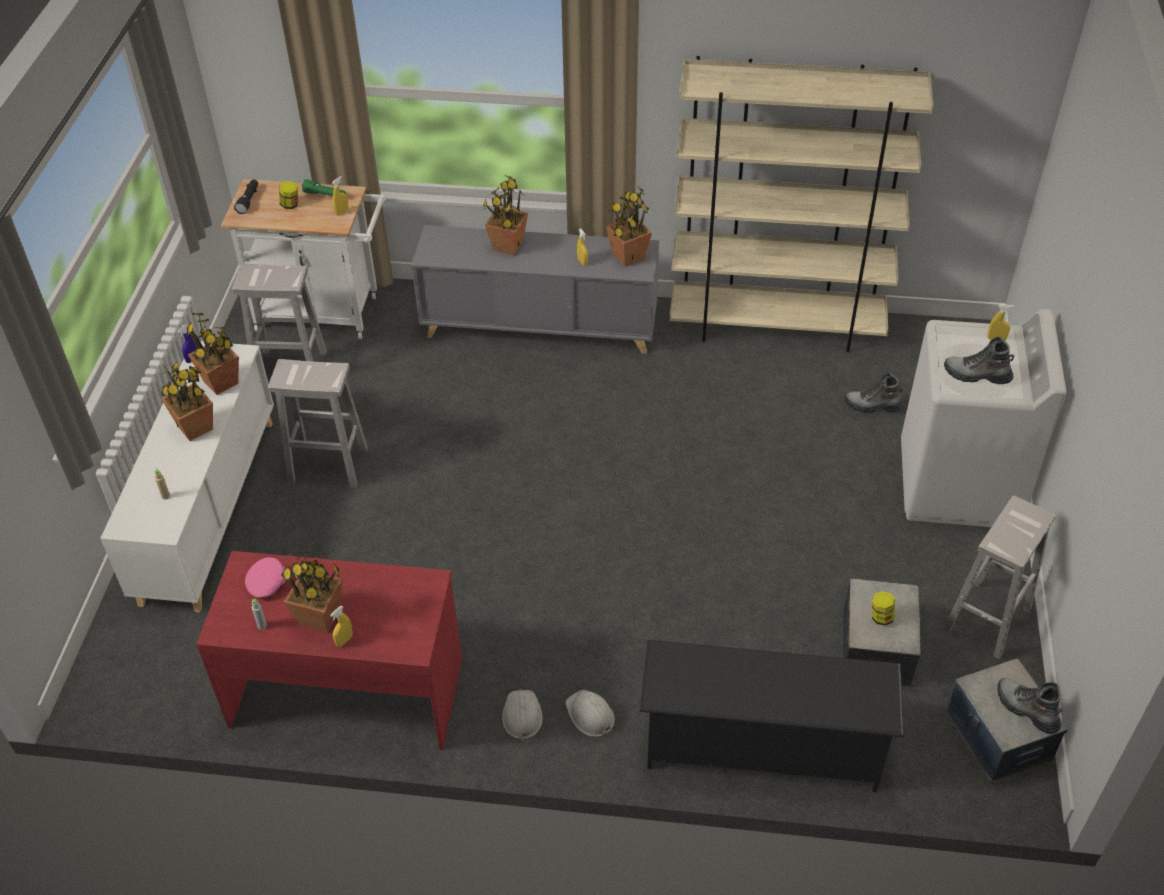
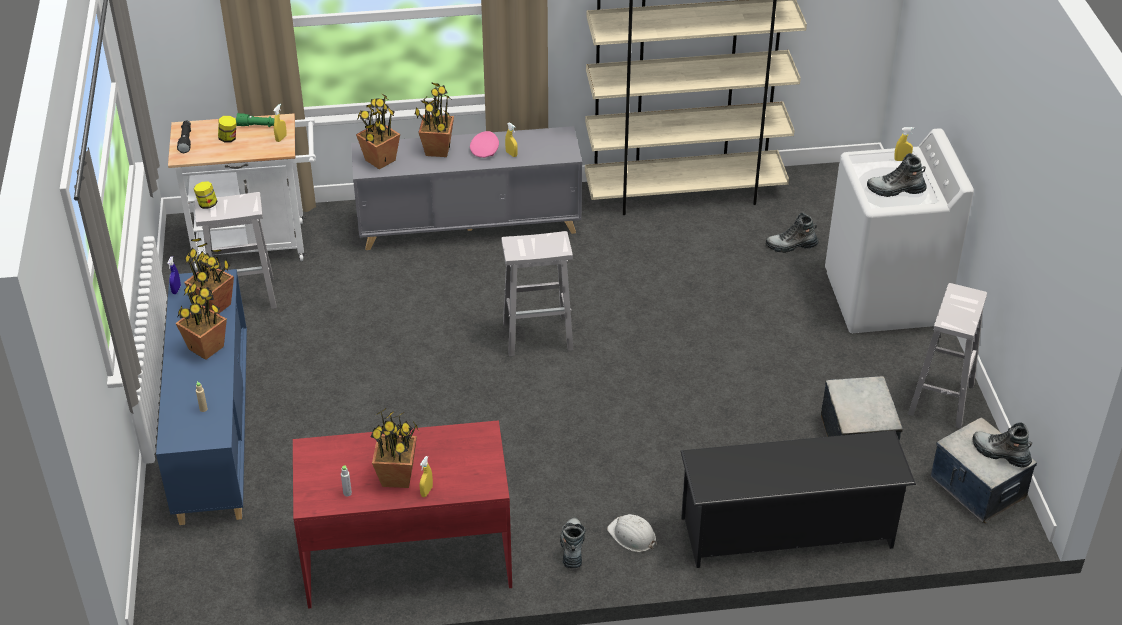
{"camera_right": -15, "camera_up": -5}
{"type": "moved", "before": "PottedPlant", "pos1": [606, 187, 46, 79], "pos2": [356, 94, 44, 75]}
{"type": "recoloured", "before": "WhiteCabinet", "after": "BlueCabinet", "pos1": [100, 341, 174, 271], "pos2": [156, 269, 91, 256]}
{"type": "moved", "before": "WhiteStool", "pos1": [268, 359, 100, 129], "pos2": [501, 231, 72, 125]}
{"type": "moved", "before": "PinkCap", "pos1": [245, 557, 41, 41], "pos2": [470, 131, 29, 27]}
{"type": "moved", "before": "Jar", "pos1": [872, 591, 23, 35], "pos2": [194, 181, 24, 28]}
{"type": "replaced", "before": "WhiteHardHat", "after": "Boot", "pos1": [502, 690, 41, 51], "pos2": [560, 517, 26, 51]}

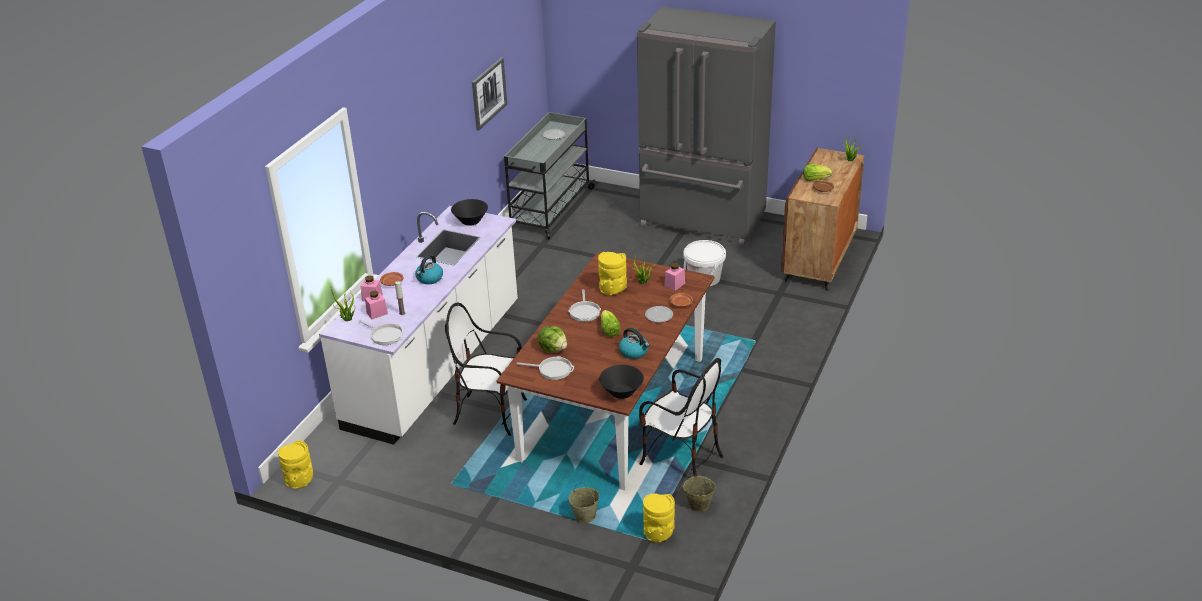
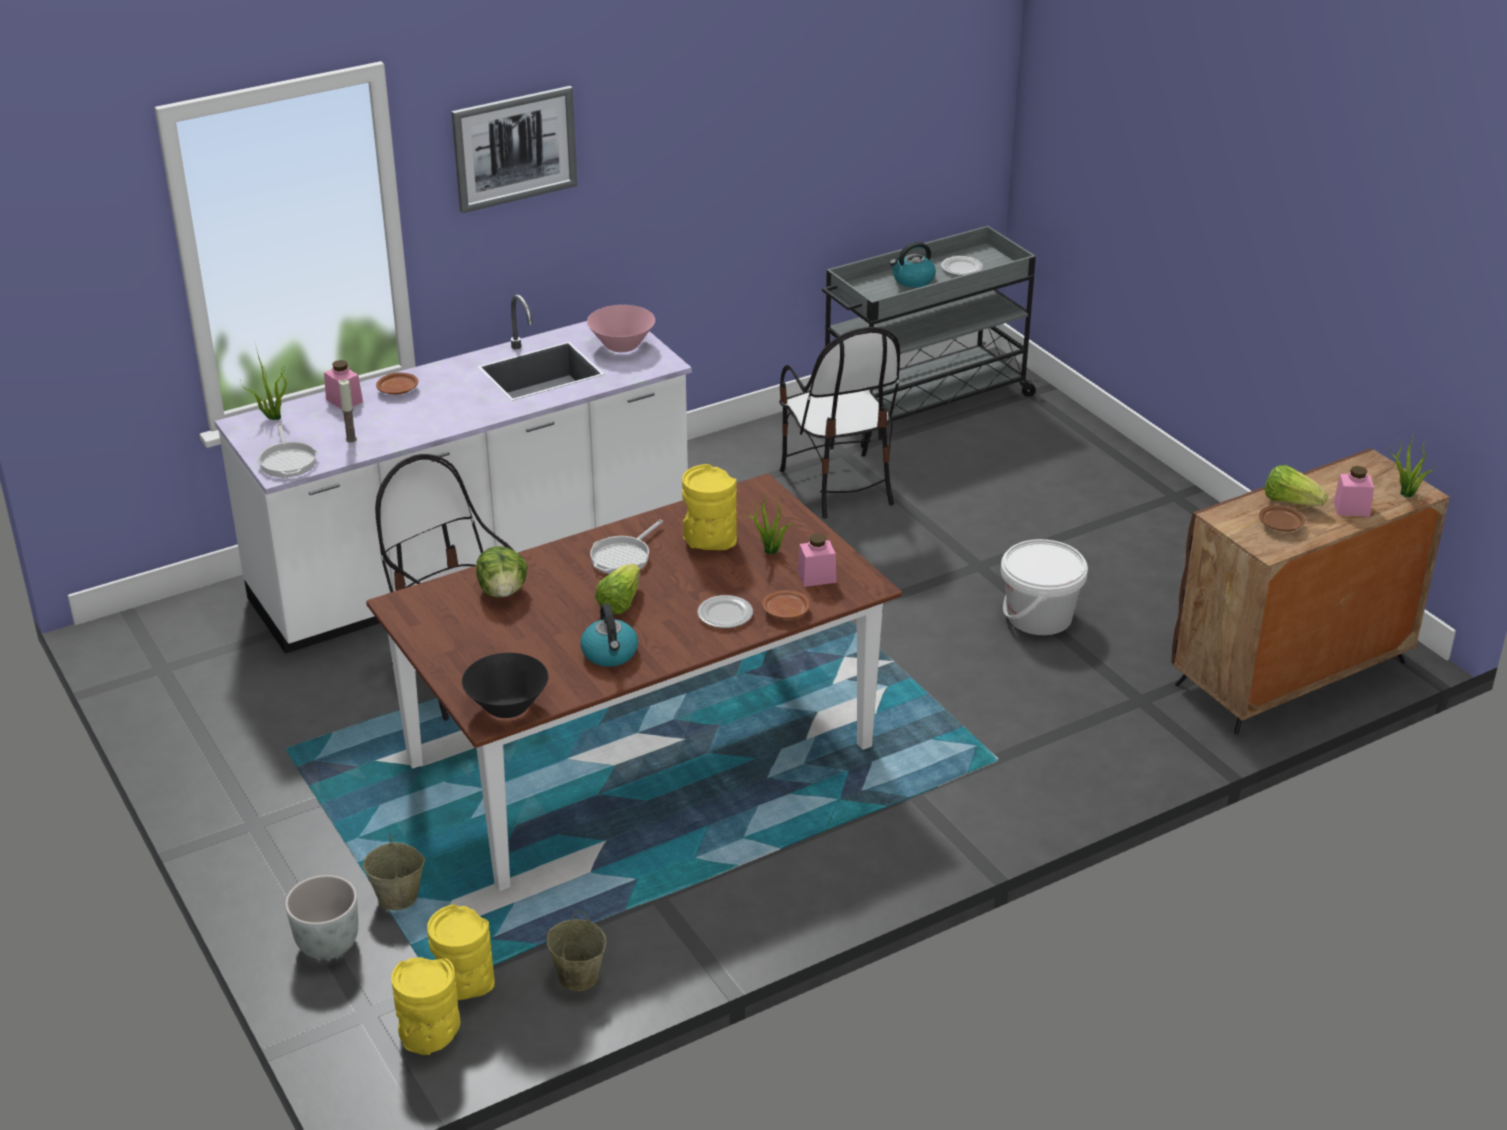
{"camera_right": 35, "camera_up": 0}
{"type": "removed", "before": "GreyFridge", "pos1": [637, 6, 139, 240]}
{"type": "moved", "before": "Picture", "pos1": [472, 57, 35, 74], "pos2": [452, 86, 126, 127]}
{"type": "recoloured", "before": "BlackBowl", "after": "PinkBowl", "pos1": [451, 199, 37, 27], "pos2": [587, 305, 68, 47]}
{"type": "moved", "before": "Kettle", "pos1": [415, 254, 28, 30], "pos2": [890, 242, 46, 46]}
{"type": "moved", "before": "PinkJar", "pos1": [365, 291, 23, 29], "pos2": [1334, 466, 40, 51]}
{"type": "removed", "before": "FryingPan", "pos1": [517, 356, 57, 24]}
{"type": "moved", "before": "Chair", "pos1": [639, 358, 84, 118], "pos2": [779, 327, 121, 192]}
{"type": "moved", "before": "YellowVase", "pos1": [278, 440, 35, 49], "pos2": [391, 957, 69, 98]}
{"type": "added", "after": "GreyPlanter", "pos2": [285, 875, 73, 85]}

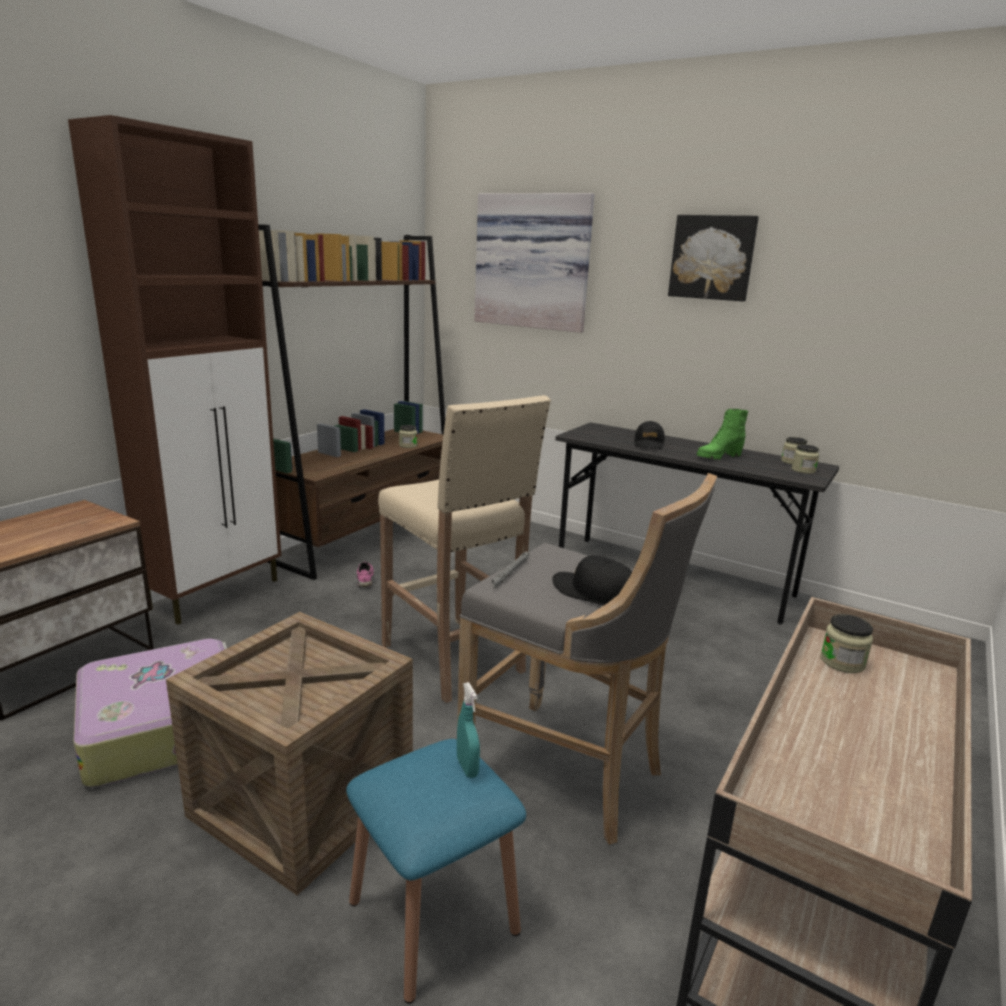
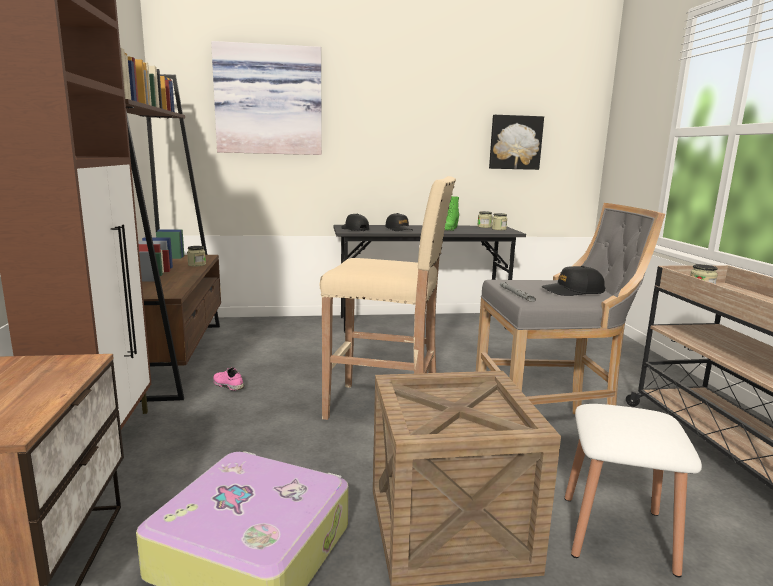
{"camera_right": -40, "camera_up": -5}
{"type": "moved", "before": "Picture", "pos1": [668, 215, 91, 86], "pos2": [489, 115, 55, 55]}
{"type": "removed", "before": "TurquoiseSprayBottle", "pos1": [457, 682, 23, 96]}
{"type": "recoloured", "before": "BlueStool", "after": "WhiteStool", "pos1": [346, 739, 180, 265], "pos2": [565, 404, 137, 173]}
{"type": "added", "after": "BlackCap", "pos2": [341, 214, 28, 17]}

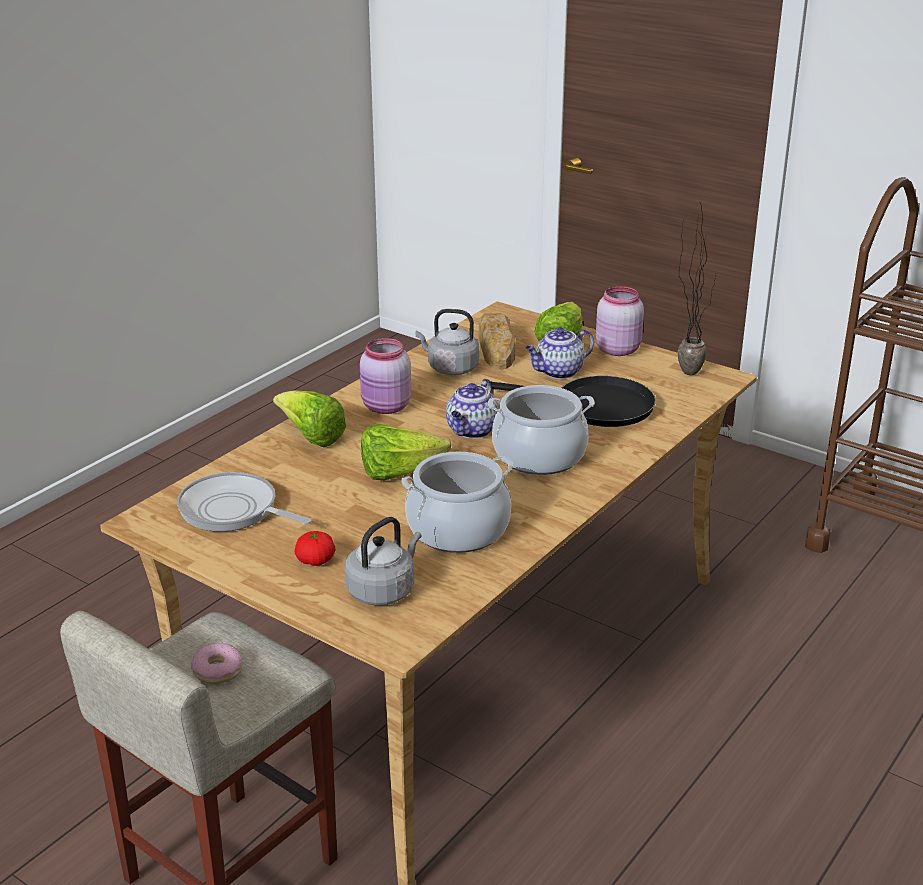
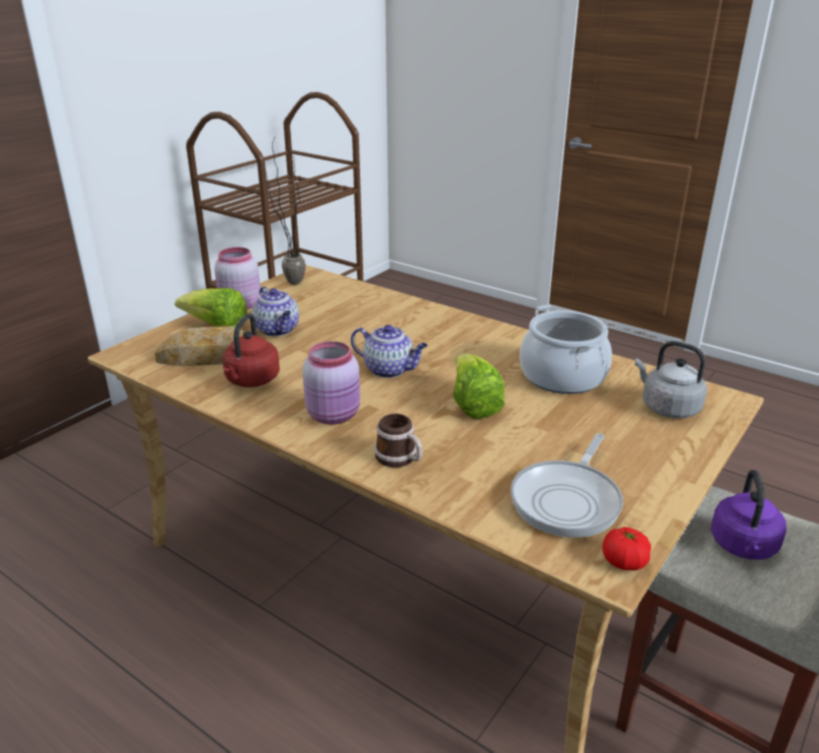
{"camera_right": -90, "camera_up": 0}
{"type": "recoloured", "before": "GreyKettle", "after": "RedKettle", "pos1": [415, 309, 64, 66], "pos2": [222, 313, 58, 74]}
{"type": "removed", "before": "BlackFryingPan", "pos1": [491, 376, 165, 51]}
{"type": "removed", "before": "CookingPot", "pos1": [488, 385, 107, 90]}
{"type": "replaced", "before": "Lettuce", "after": "Mug", "pos1": [273, 390, 73, 57], "pos2": [375, 414, 47, 53]}
{"type": "moved", "before": "Tomato", "pos1": [295, 531, 40, 35], "pos2": [603, 527, 48, 44]}
{"type": "replaced", "before": "Donut", "after": "PurpleKettle", "pos1": [191, 643, 52, 41], "pos2": [711, 470, 76, 90]}

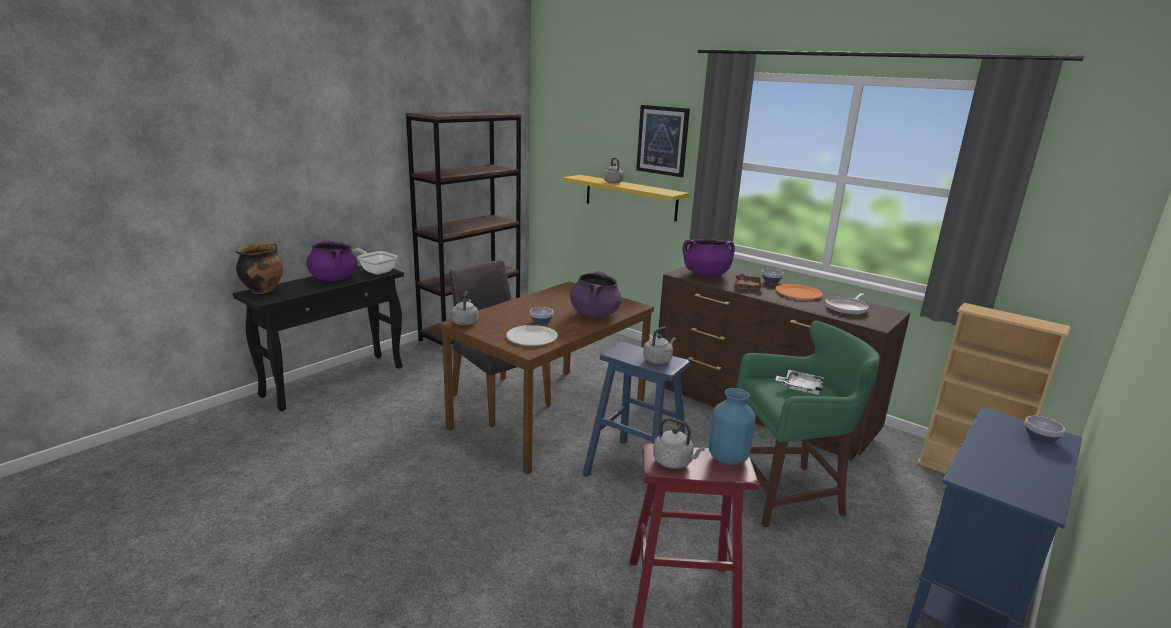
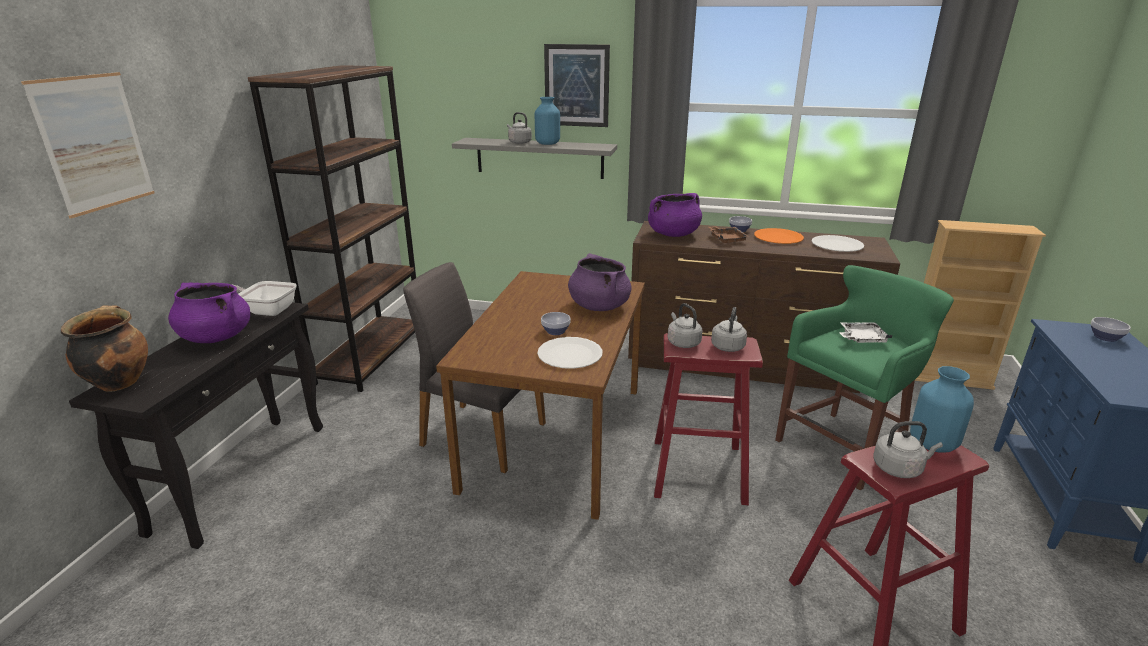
{"camera_right": -25, "camera_up": 5}
{"type": "recoloured", "before": "YellowShelf", "after": "GreyShelf", "pos1": [562, 175, 127, 46], "pos2": [452, 138, 165, 41]}
{"type": "moved", "before": "GreyKettle", "pos1": [451, 291, 27, 35], "pos2": [668, 303, 35, 45]}
{"type": "replaced", "before": "FryingPan", "after": "WhitePlate", "pos1": [825, 293, 43, 22], "pos2": [812, 235, 52, 17]}
{"type": "recoloured", "before": "BlueStool", "after": "RedStool", "pos1": [582, 342, 109, 160], "pos2": [654, 333, 109, 172]}
{"type": "added", "after": "Picture", "pos2": [21, 72, 133, 146]}
{"type": "added", "after": "BlueVase", "pos2": [535, 97, 25, 48]}

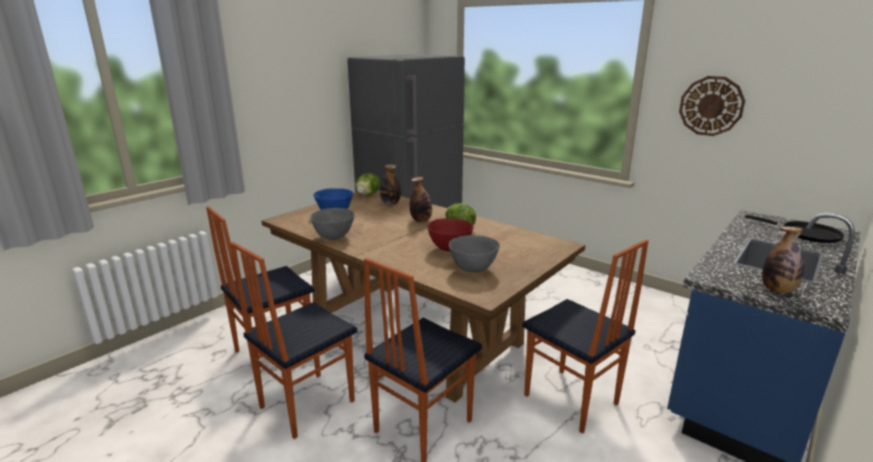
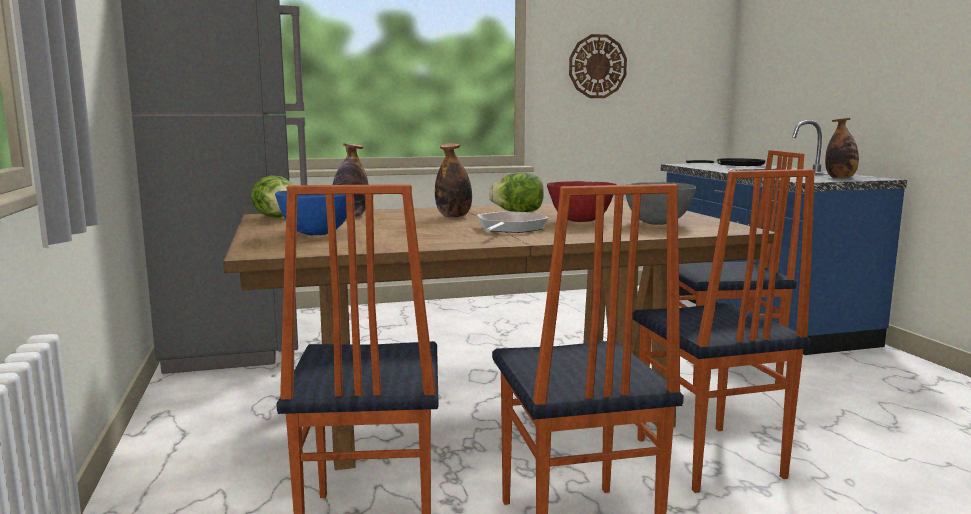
{"camera_right": -55, "camera_up": -10}
{"type": "removed", "before": "GreyBowl", "pos1": [310, 208, 44, 32]}
{"type": "added", "after": "FryingPan", "pos2": [477, 211, 71, 22]}

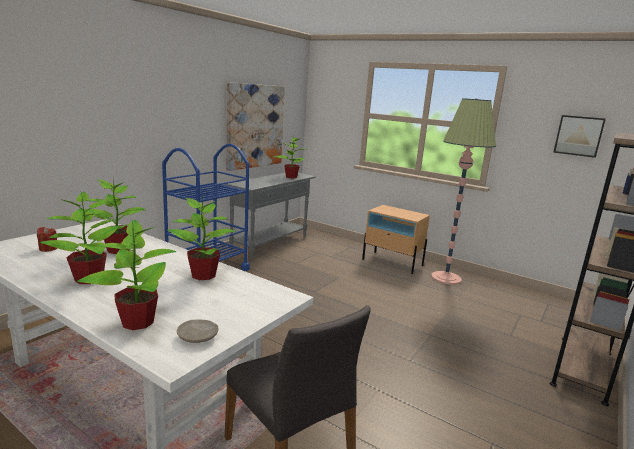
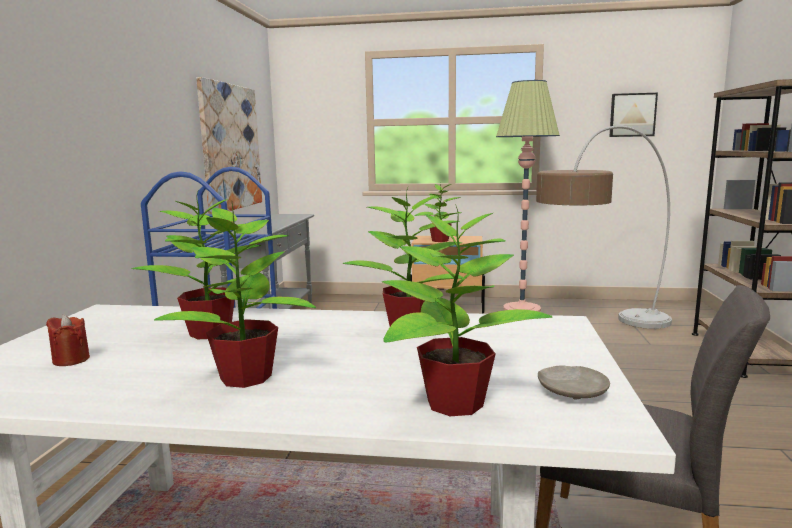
{"camera_right": -25, "camera_up": -5}
{"type": "moved", "before": "PottedPlant", "pos1": [275, 135, 30, 43], "pos2": [415, 182, 46, 60]}
{"type": "added", "after": "FloorLamp", "pos2": [536, 126, 136, 203]}

